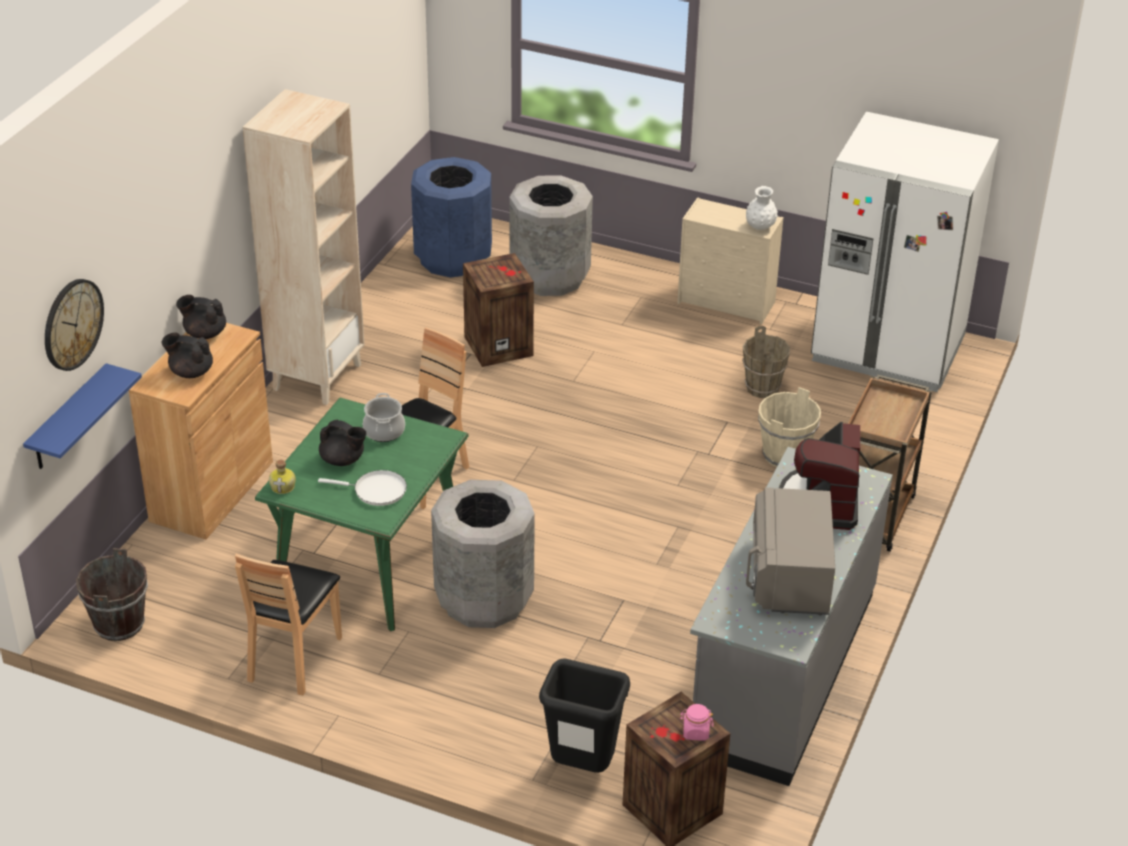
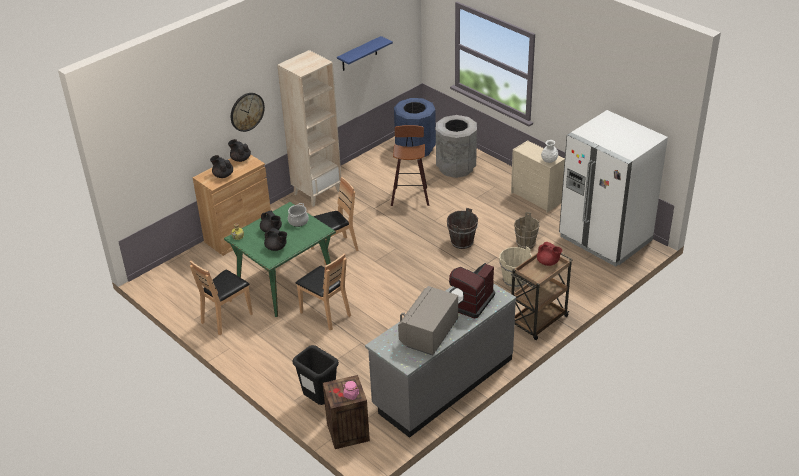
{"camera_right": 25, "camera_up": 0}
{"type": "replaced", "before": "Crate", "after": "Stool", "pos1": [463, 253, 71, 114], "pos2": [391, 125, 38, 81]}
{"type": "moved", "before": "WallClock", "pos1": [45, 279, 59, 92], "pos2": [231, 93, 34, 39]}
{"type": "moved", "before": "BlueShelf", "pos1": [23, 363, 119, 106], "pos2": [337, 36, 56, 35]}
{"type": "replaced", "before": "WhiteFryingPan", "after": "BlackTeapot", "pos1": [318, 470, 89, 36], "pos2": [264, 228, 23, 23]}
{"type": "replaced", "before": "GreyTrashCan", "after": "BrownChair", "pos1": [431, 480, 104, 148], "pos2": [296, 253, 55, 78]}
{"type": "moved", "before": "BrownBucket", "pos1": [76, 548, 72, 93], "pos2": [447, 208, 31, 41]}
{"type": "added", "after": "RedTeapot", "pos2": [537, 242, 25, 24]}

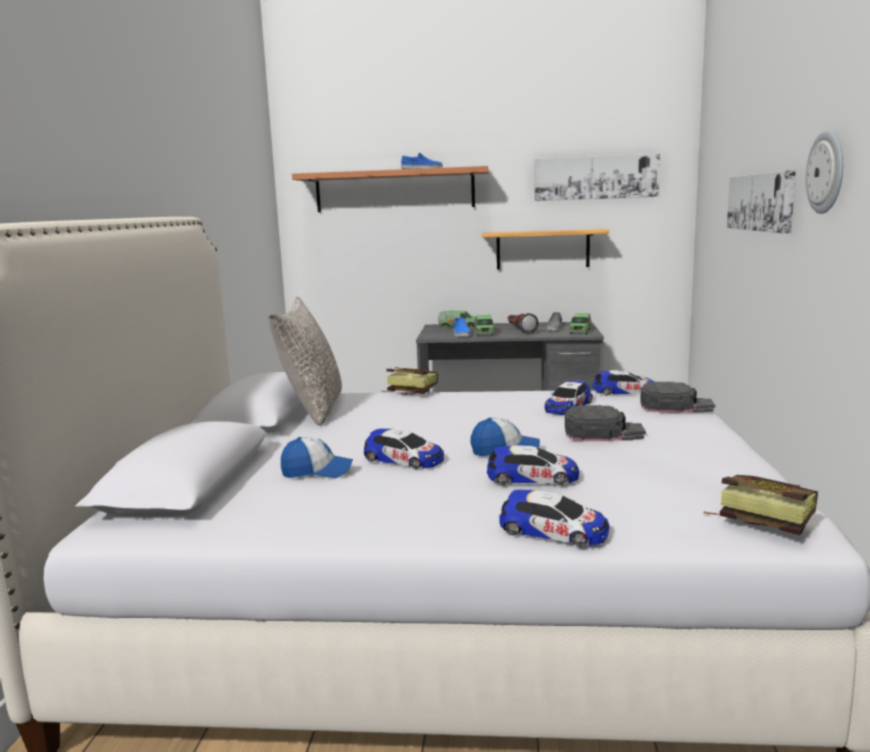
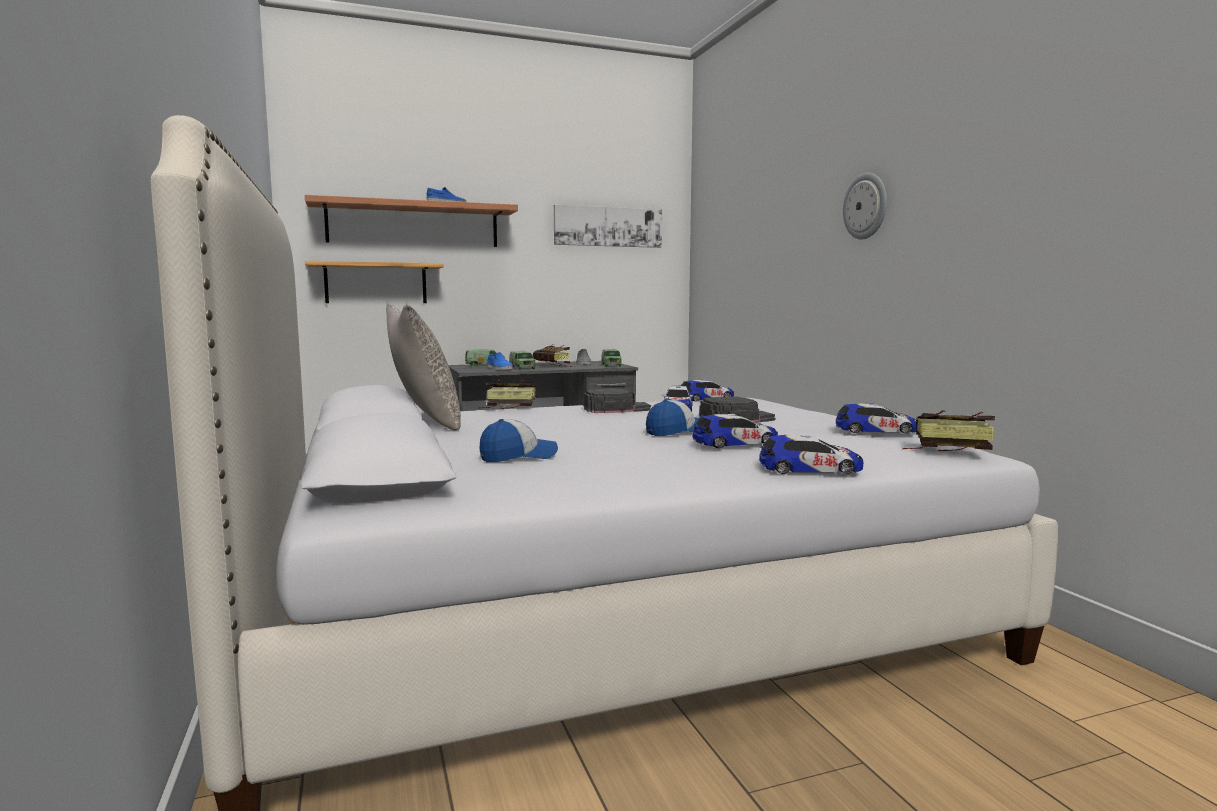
{"camera_right": -25, "camera_up": -5}
{"type": "removed", "before": "Picture", "pos1": [727, 170, 69, 64]}
{"type": "moved", "before": "Shelf", "pos1": [482, 229, 127, 40], "pos2": [305, 261, 139, 42]}
{"type": "replaced", "before": "Flashlight", "after": "Book", "pos1": [508, 313, 31, 21], "pos2": [533, 344, 39, 23]}
{"type": "moved", "before": "BlackCap", "pos1": [640, 382, 75, 31], "pos2": [583, 389, 68, 24]}
{"type": "moved", "before": "ToyCar", "pos1": [364, 429, 80, 40], "pos2": [836, 403, 81, 31]}

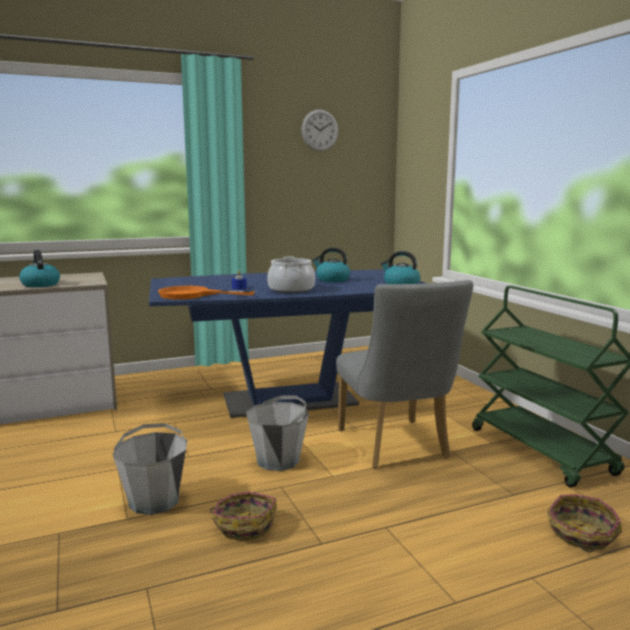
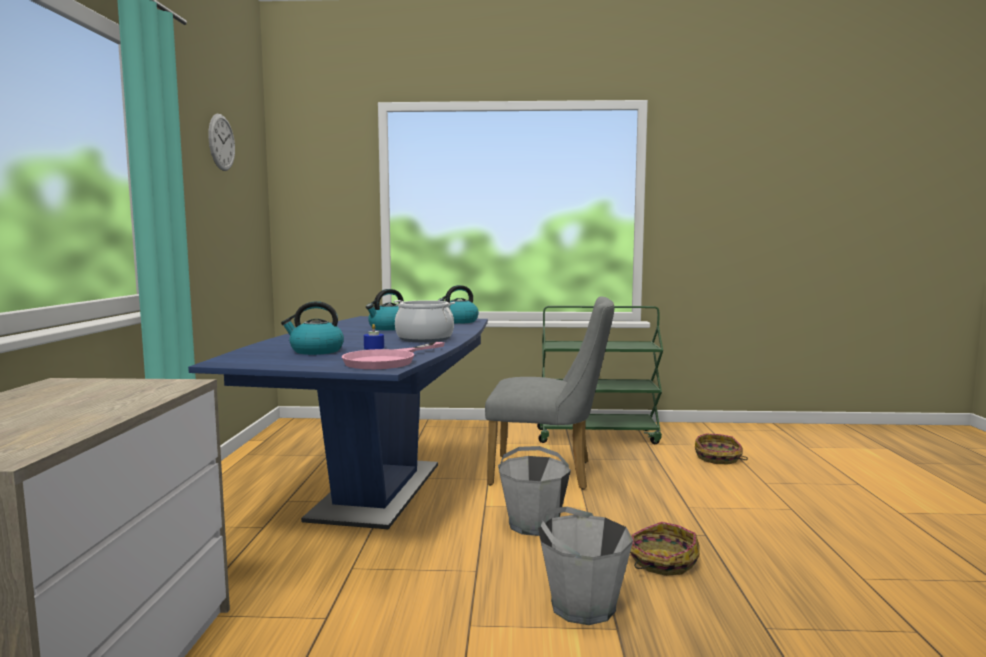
{"camera_right": -65, "camera_up": -5}
{"type": "moved", "before": "Kettle", "pos1": [19, 250, 41, 37], "pos2": [281, 301, 63, 54]}
{"type": "recoloured", "before": "OrangeFryingPan", "after": "PinkFryingPan", "pos1": [158, 286, 97, 13], "pos2": [342, 342, 103, 27]}

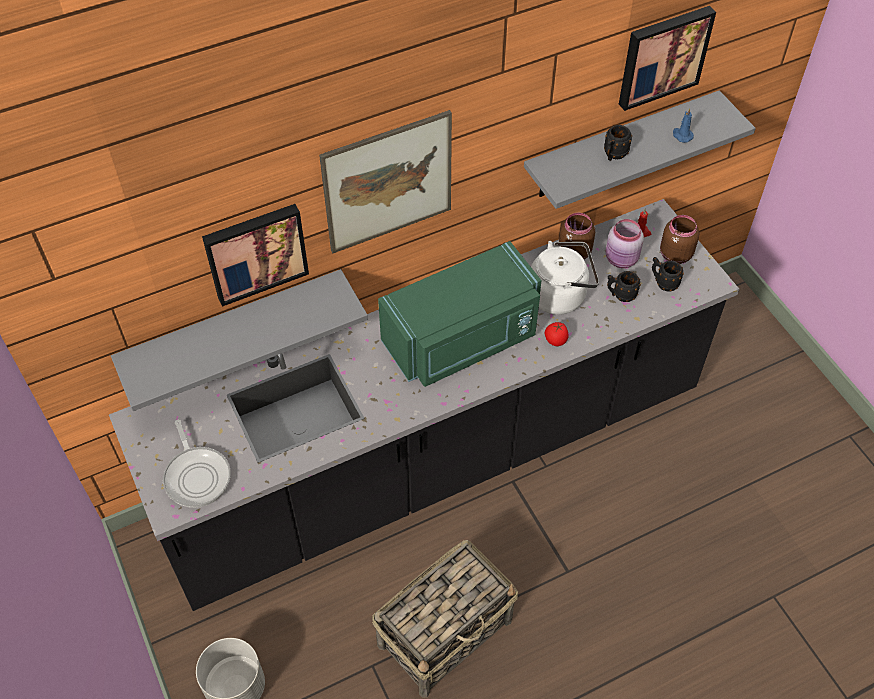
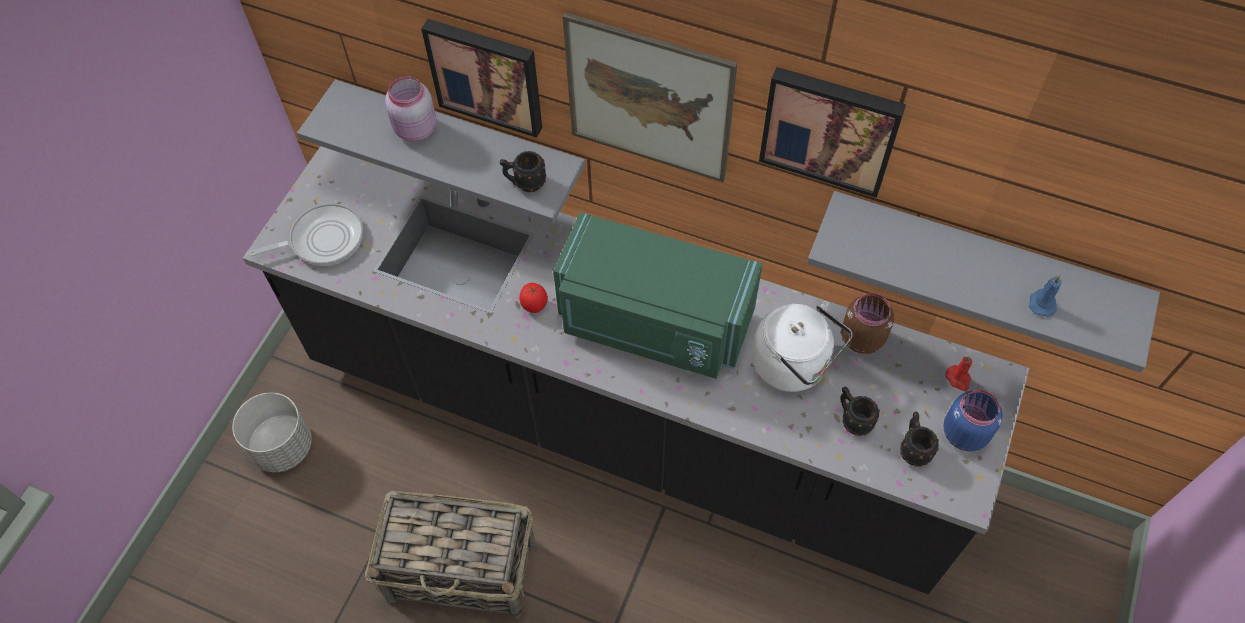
{"camera_right": 50, "camera_up": 5}
{"type": "moved", "before": "Picture", "pos1": [619, 6, 97, 105], "pos2": [759, 67, 147, 131]}
{"type": "moved", "before": "BlackMug", "pos1": [604, 125, 28, 36], "pos2": [500, 151, 46, 41]}
{"type": "recoloured", "before": "BrownJar", "after": "BlueJar", "pos1": [660, 215, 39, 49], "pos2": [943, 390, 59, 61]}
{"type": "moved", "before": "PinkJar", "pos1": [606, 219, 38, 49], "pos2": [385, 76, 52, 66]}
{"type": "moved", "before": "Tomato", "pos1": [545, 322, 24, 24], "pos2": [519, 283, 29, 30]}
{"type": "turned", "before": "FryingPan", "pos1": [163, 420, 68, 88], "pos2": [249, 203, 114, 63], "turn": -135}

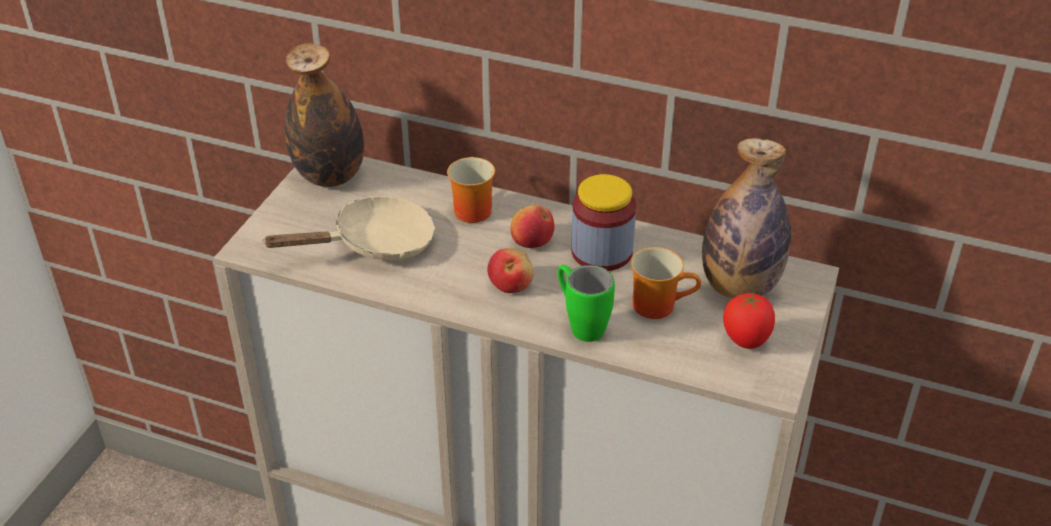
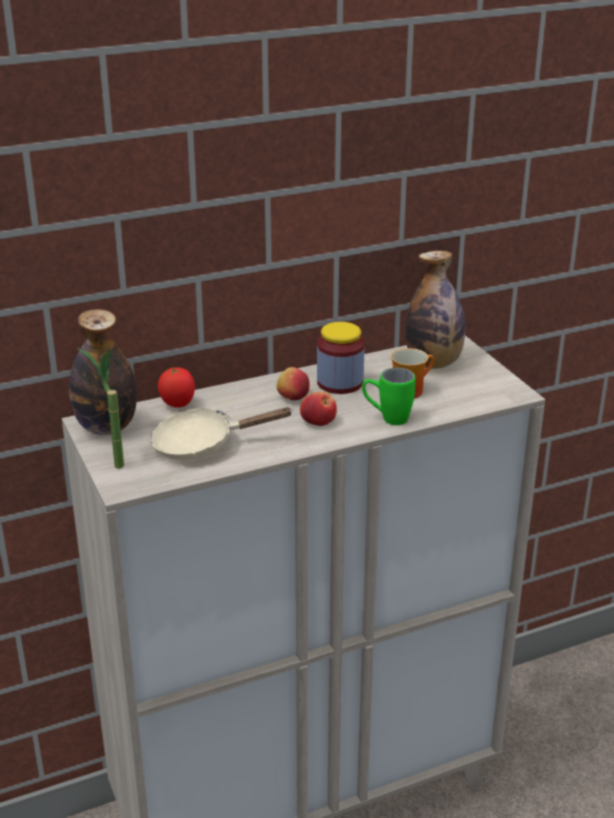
{"camera_right": -45, "camera_up": -10}
{"type": "removed", "before": "Mug", "pos1": [447, 157, 48, 66]}
{"type": "turned", "before": "BeigeFryingPan", "pos1": [262, 196, 174, 64], "pos2": [150, 407, 143, 53], "turn": -120}
{"type": "moved", "before": "Tomato", "pos1": [723, 291, 52, 58], "pos2": [158, 367, 37, 41]}
{"type": "added", "after": "PottedPlant", "pos2": [78, 348, 46, 121]}

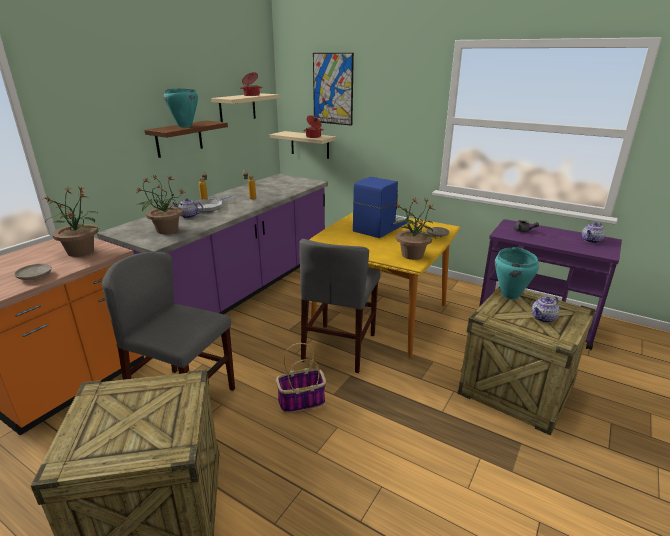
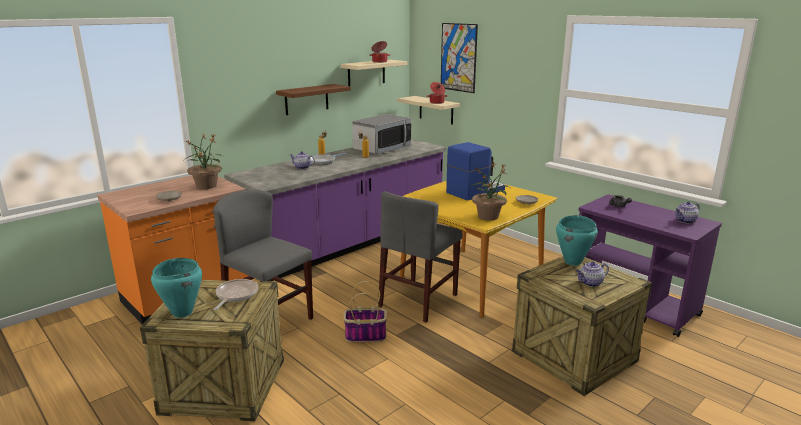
{"camera_right": 15, "camera_up": -5}
{"type": "moved", "before": "TurquoiseCookingPot", "pos1": [164, 89, 34, 38], "pos2": [151, 258, 51, 60]}
{"type": "removed", "before": "PottedPlant", "pos1": [136, 175, 50, 59]}
{"type": "added", "after": "Microwave", "pos2": [352, 114, 59, 40]}
{"type": "added", "after": "FryingPan", "pos2": [214, 279, 44, 31]}

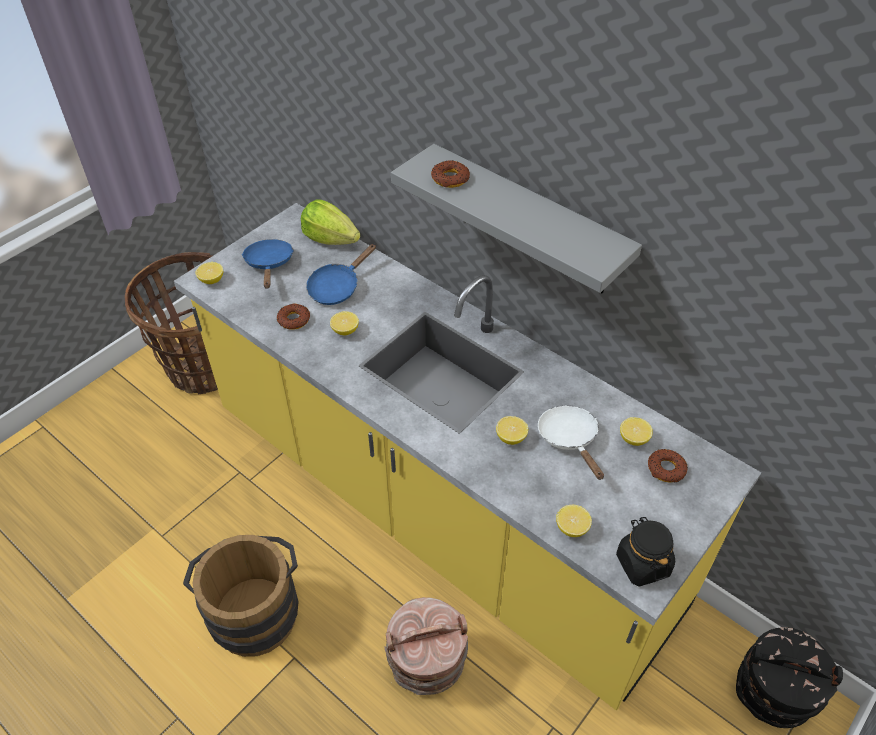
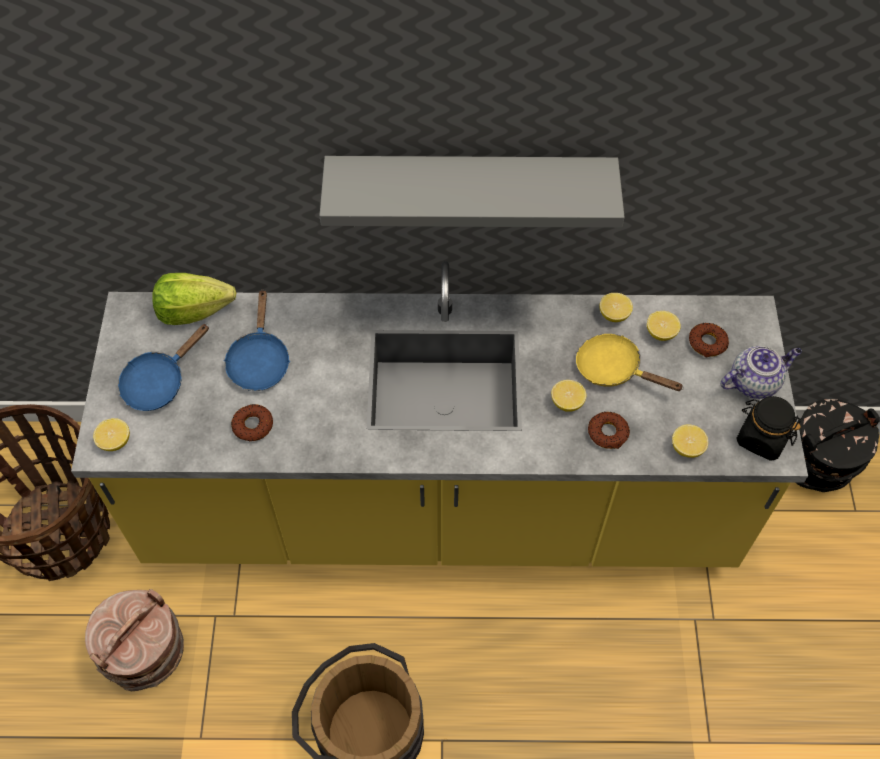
{"camera_right": -40, "camera_up": 10}
{"type": "moved", "before": "Donut", "pos1": [431, 160, 39, 28], "pos2": [588, 412, 42, 37]}
{"type": "turned", "before": "BlueFryingPan", "pos1": [241, 239, 53, 49], "pos2": [118, 324, 91, 87], "turn": -90}
{"type": "moved", "before": "Lemon", "pos1": [330, 311, 29, 24], "pos2": [600, 293, 33, 29]}
{"type": "recoloured", "before": "WhiteFryingPan", "after": "YellowFryingPan", "pos1": [538, 405, 66, 75], "pos2": [576, 334, 108, 57]}
{"type": "moved", "before": "BrownBucket", "pos1": [384, 597, 84, 98], "pos2": [85, 589, 99, 102]}
{"type": "added", "after": "Teapot", "pos2": [720, 346, 82, 53]}

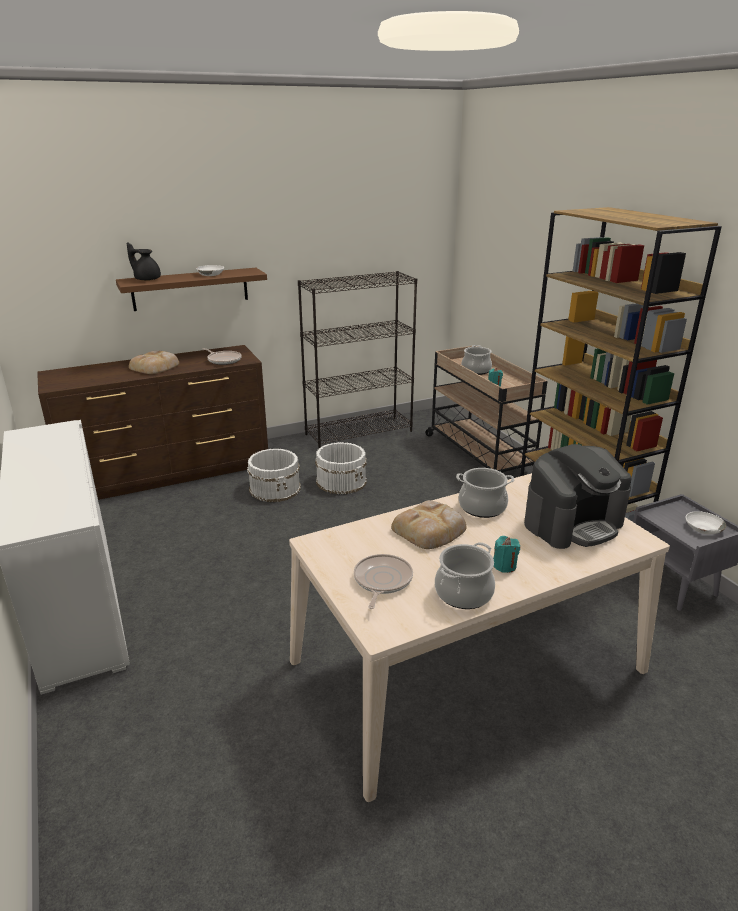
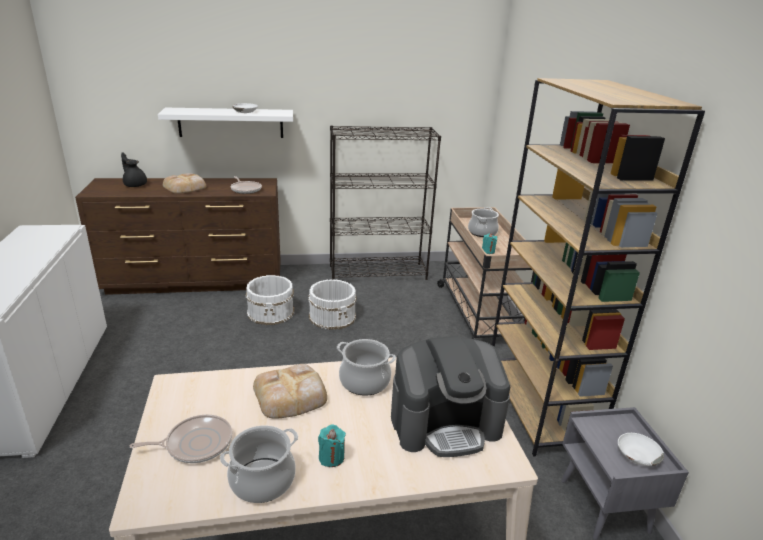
{"camera_right": 15, "camera_up": 0}
{"type": "moved", "before": "BlackTeapot", "pos1": [127, 242, 34, 39], "pos2": [121, 152, 26, 35]}
{"type": "recoloured", "before": "BrownShelf", "after": "WhiteShelf", "pos1": [116, 268, 151, 43], "pos2": [158, 108, 135, 30]}
{"type": "turned", "before": "FryingPan", "pos1": [354, 554, 59, 55], "pos2": [130, 414, 102, 49], "turn": 45}

